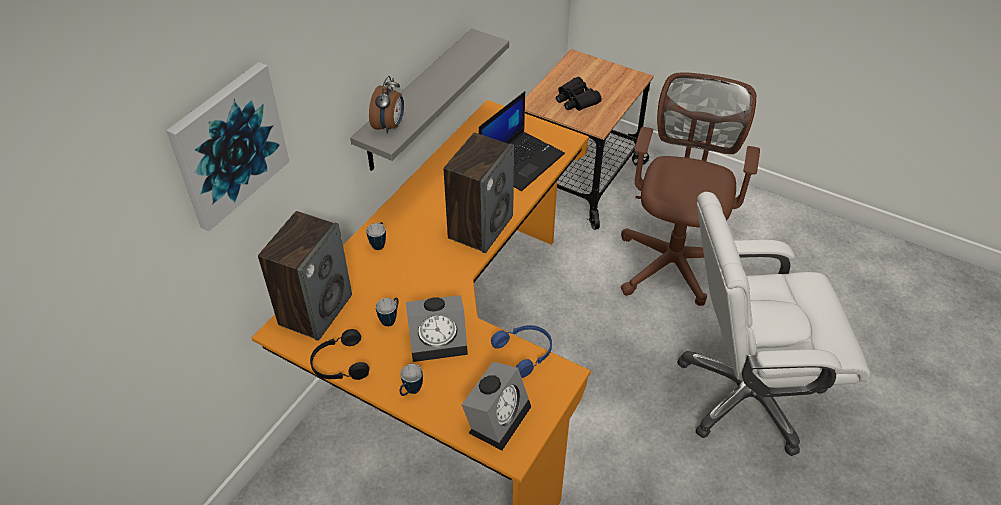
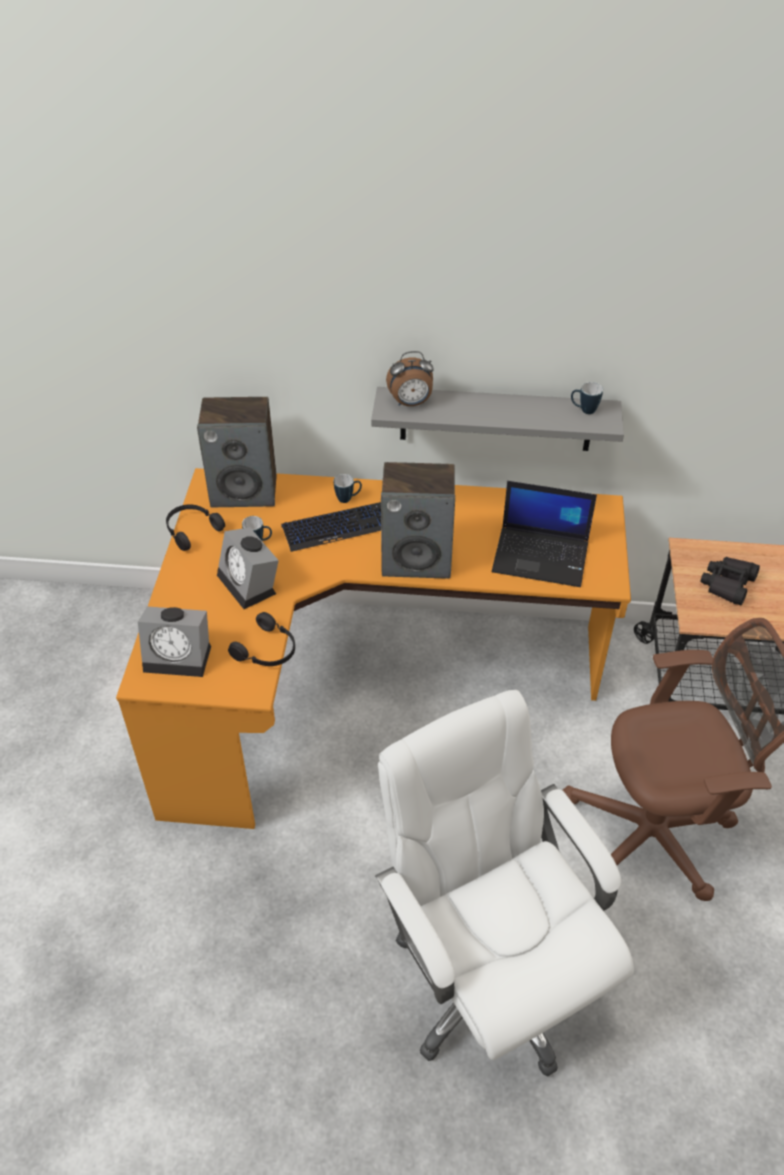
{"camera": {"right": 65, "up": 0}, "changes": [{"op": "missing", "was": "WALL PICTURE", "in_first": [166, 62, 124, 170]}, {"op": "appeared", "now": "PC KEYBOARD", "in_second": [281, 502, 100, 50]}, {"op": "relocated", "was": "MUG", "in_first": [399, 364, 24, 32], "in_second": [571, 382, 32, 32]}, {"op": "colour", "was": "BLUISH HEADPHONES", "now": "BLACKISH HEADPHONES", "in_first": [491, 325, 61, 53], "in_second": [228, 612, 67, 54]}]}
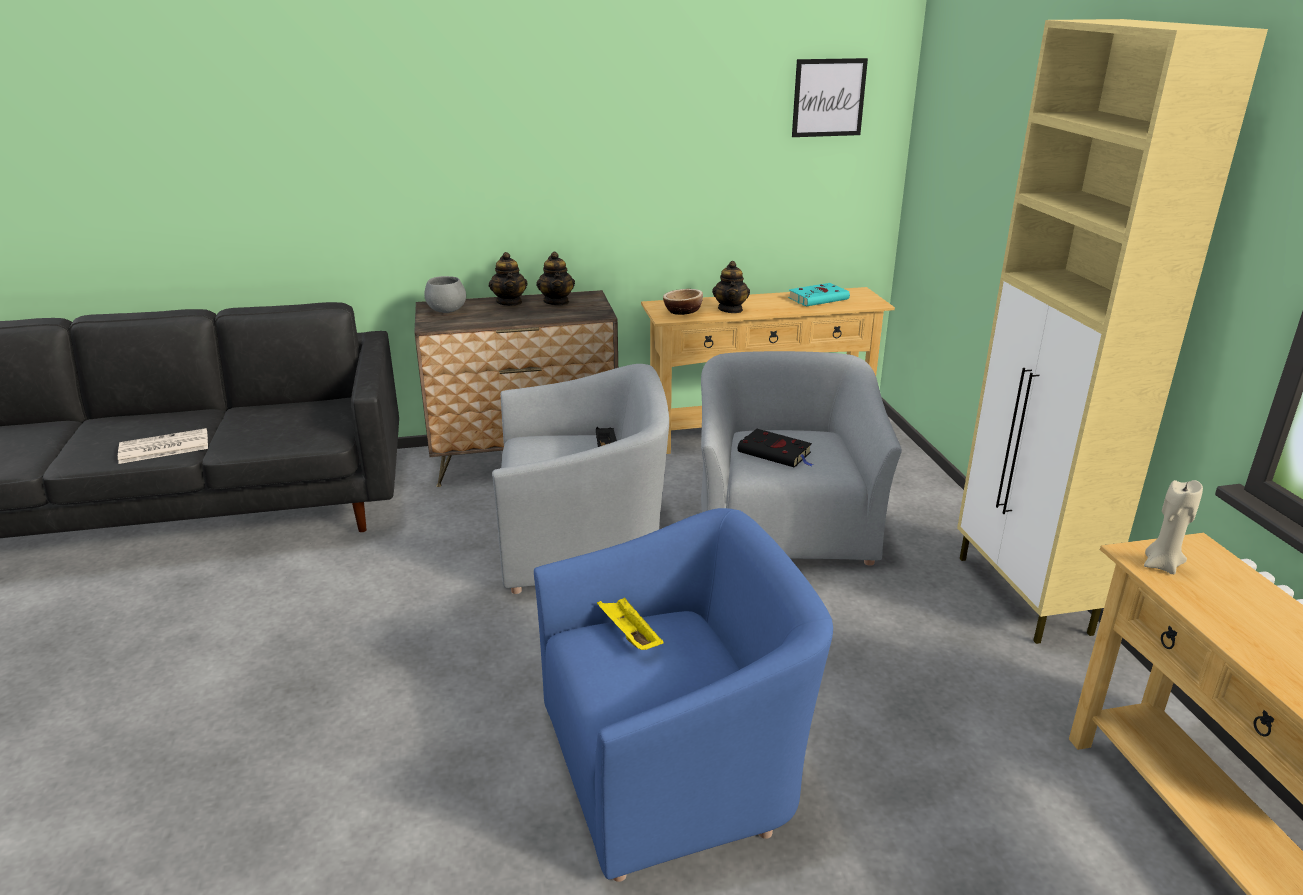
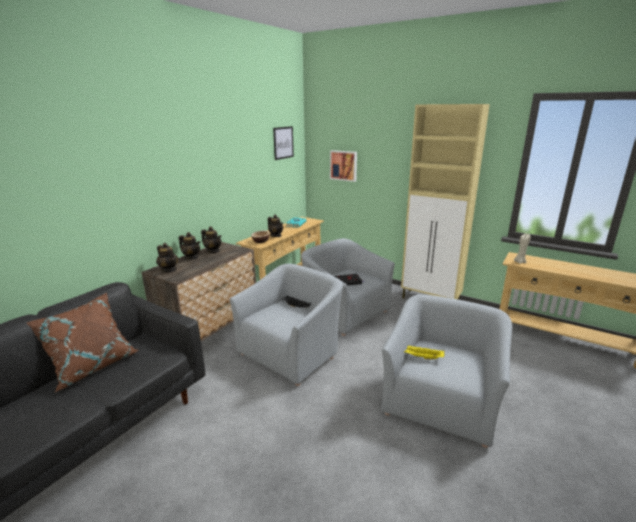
{"camera": {"right": -45, "up": -5}, "changes": [{"op": "missing", "was": "PRINTED PAPER", "in_first": [118, 428, 90, 36]}, {"op": "appeared", "now": "BROWN CUSHION", "in_second": [27, 293, 112, 99]}, {"op": "appeared", "now": "WALL PICTURE", "in_second": [330, 150, 27, 32]}, {"op": "exchanged", "was": "GREYISH BOWL", "now": "POT FOR TEA", "in_first": [424, 276, 42, 37], "in_second": [156, 243, 22, 29]}, {"op": "colour", "was": "BLUISH LOUNGE CHAIR", "now": "GREYISH LOUNGE CHAIR", "in_first": [534, 508, 299, 374], "in_second": [381, 294, 131, 154]}]}
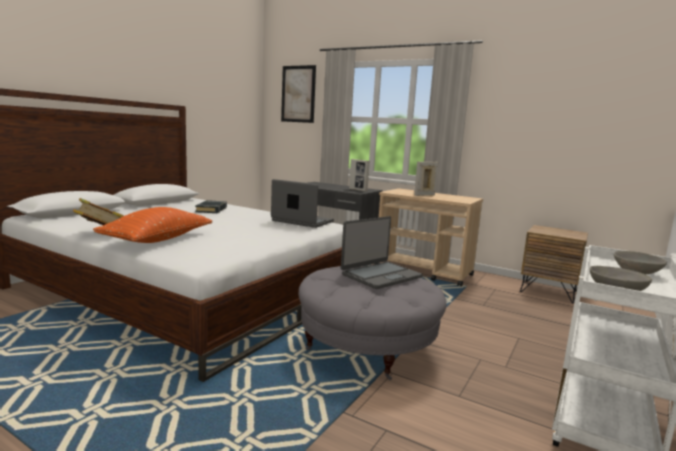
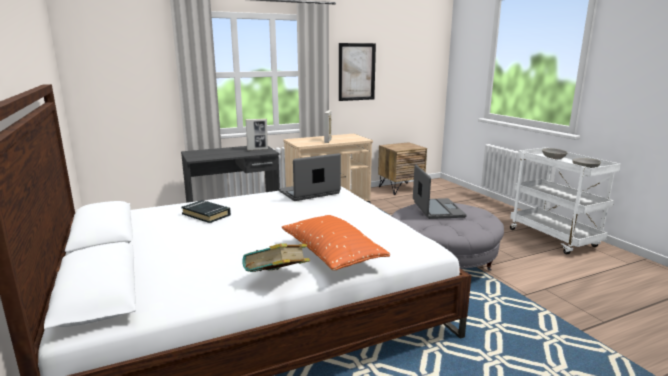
{"camera": {"right": -55, "up": 5}, "changes": [{"op": "relocated", "was": "WALL PICTURE", "in_first": [281, 65, 35, 58], "in_second": [339, 43, 37, 58]}]}
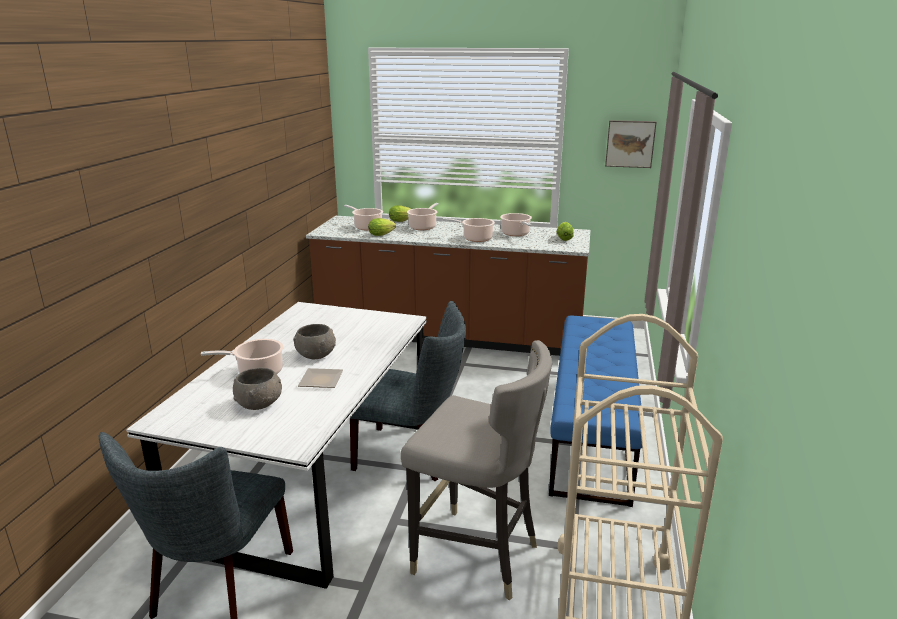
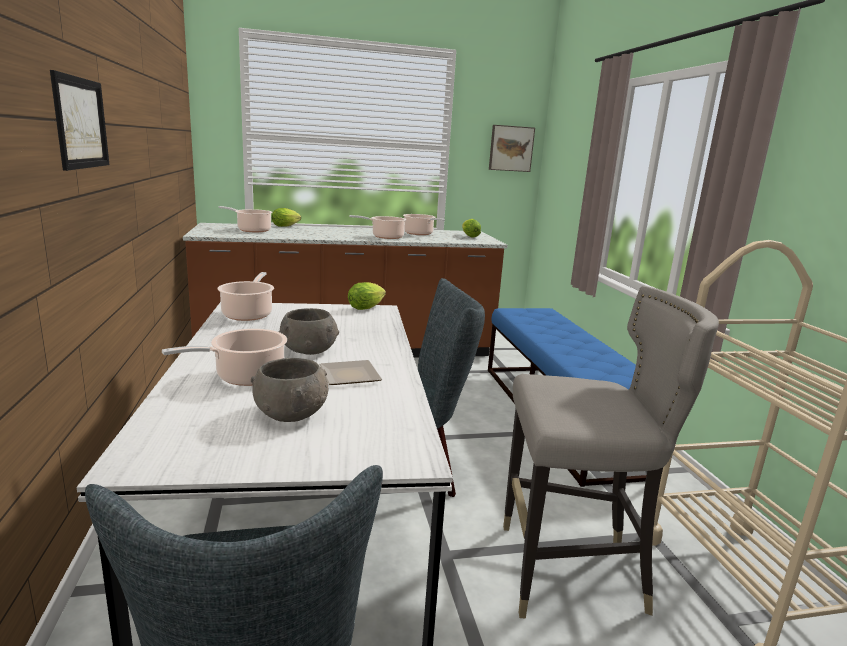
{"camera": {"right": -25, "up": -5}, "changes": [{"op": "appeared", "now": "WALL PICTURE", "in_second": [50, 70, 59, 101]}, {"op": "relocated", "was": "LETTUCE HEAD", "in_first": [368, 218, 28, 18], "in_second": [348, 282, 38, 28]}, {"op": "relocated", "was": "STOCKPOT", "in_first": [407, 203, 32, 27], "in_second": [217, 272, 57, 49]}]}
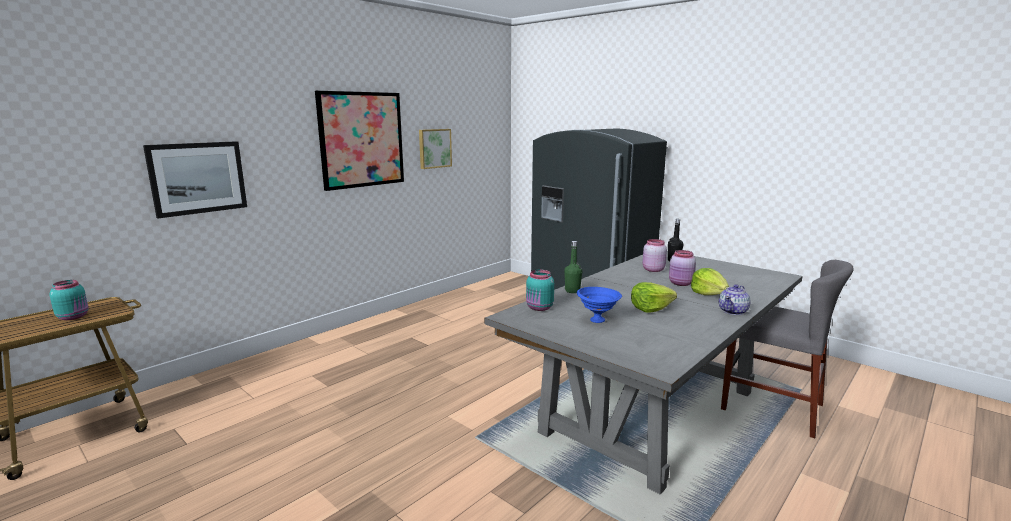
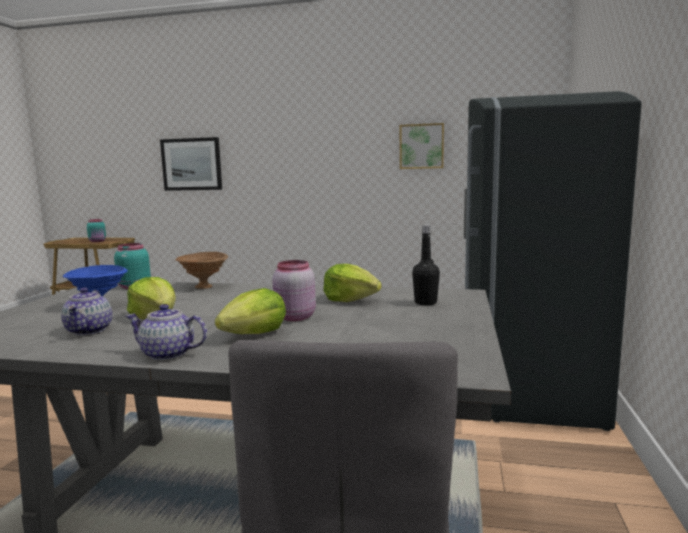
{"camera": {"right": 60, "up": -5}, "changes": [{"op": "missing", "was": "WALL PICTURE", "in_first": [315, 91, 89, 100]}, {"op": "appeared", "now": "POT FOR TEA", "in_second": [61, 288, 51, 47]}, {"op": "exchanged", "was": "GREEN DRINK BOTTLE", "now": "BROWN BOWL", "in_first": [564, 241, 18, 52], "in_second": [176, 252, 52, 37]}, {"op": "exchanged", "was": "PINKISH JAR", "now": "LETTUCE HEAD", "in_first": [643, 239, 24, 33], "in_second": [323, 264, 59, 38]}]}
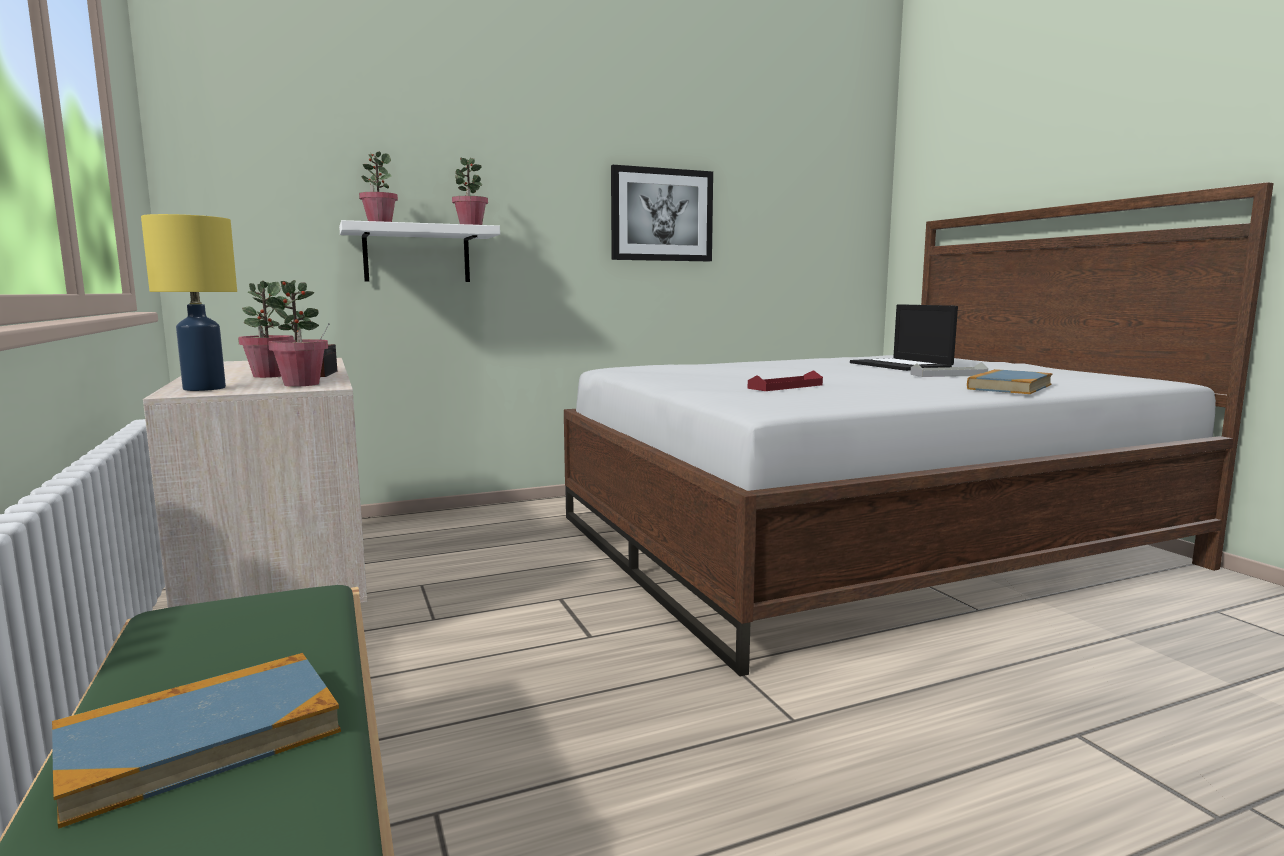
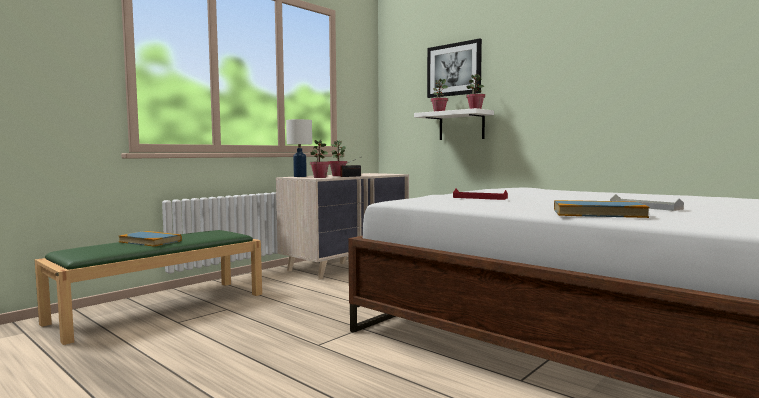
{"camera": {"right": 65, "up": -5}, "changes": [{"op": "missing", "was": "LAPTOP", "in_first": [850, 304, 108, 67]}, {"op": "relocated", "was": "WALL PICTURE", "in_first": [611, 165, 102, 96], "in_second": [427, 39, 55, 59]}, {"op": "colour", "was": "YELLOW TABLETOP LAMP", "now": "WHITE-COLOURED TABLETOP LAMP", "in_first": [141, 214, 96, 177], "in_second": [286, 119, 26, 58]}]}
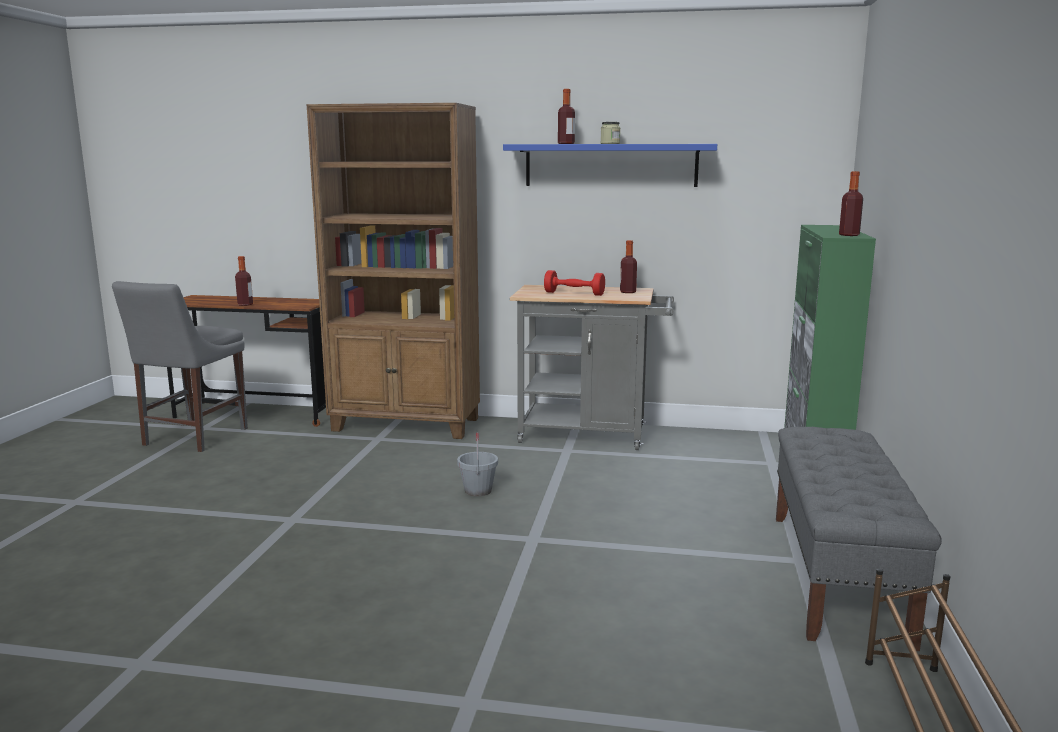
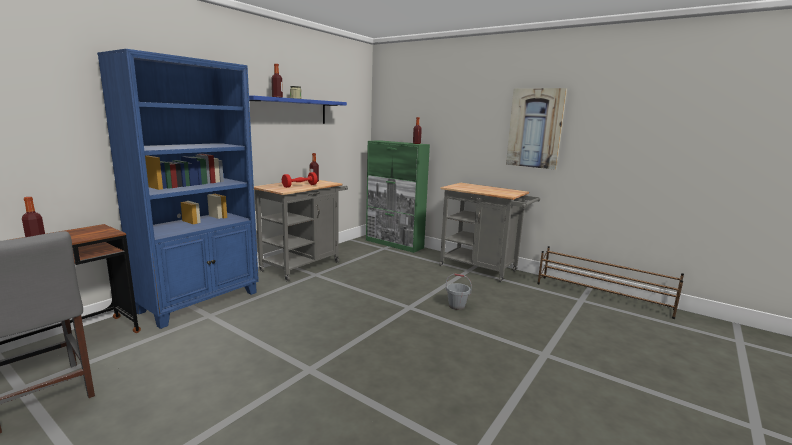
{"camera": {"right": -65, "up": 0}, "changes": [{"op": "appeared", "now": "WALL PICTURE", "in_second": [506, 88, 61, 82]}, {"op": "relocated", "was": "GREYISH BUCKET", "in_first": [457, 433, 41, 63], "in_second": [446, 274, 26, 36]}, {"op": "exchanged", "was": "GREYISH LONG SEAT", "now": "GREYISH WHEELED CART", "in_first": [776, 427, 166, 224], "in_second": [439, 183, 101, 99]}, {"op": "colour", "was": "BROWN SHELVING UNIT", "now": "BLUISH SHELVING UNIT", "in_first": [307, 103, 173, 336], "in_second": [97, 49, 162, 280]}]}
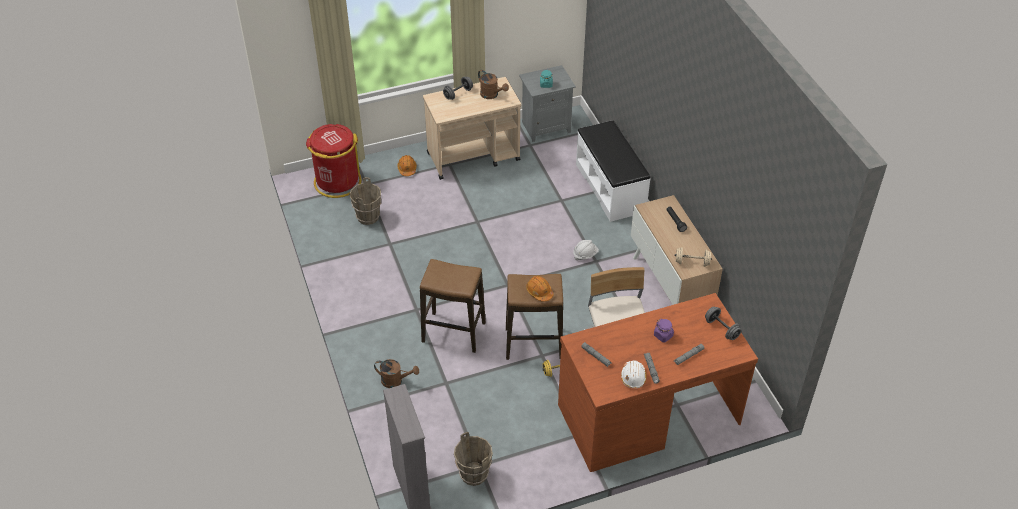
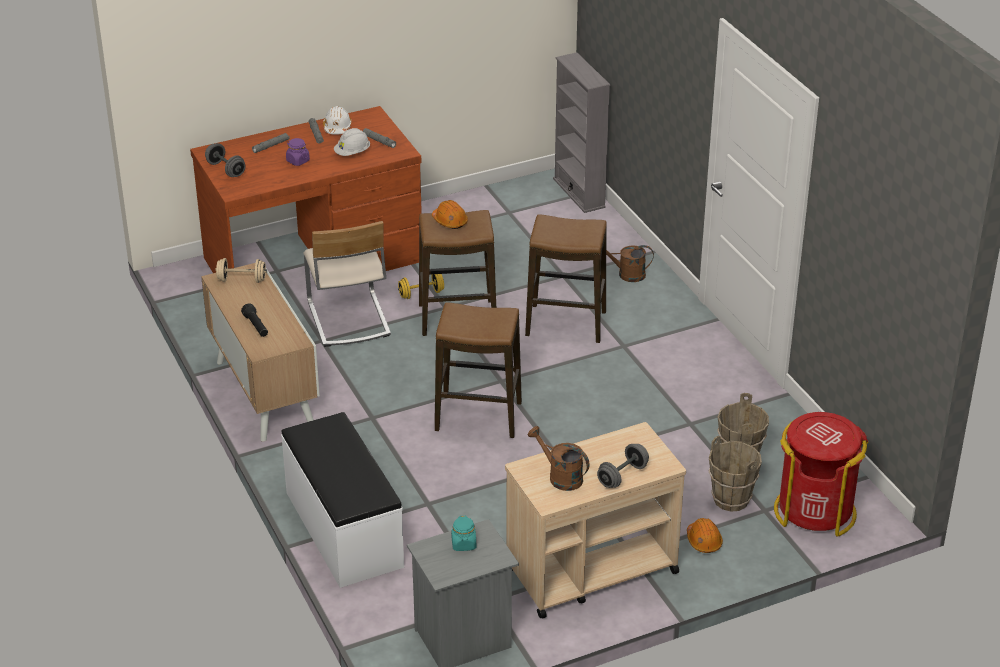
{"camera": {"right": 175, "up": -10}, "changes": [{"op": "appeared", "now": "STOOL SEAT", "in_second": [435, 302, 87, 136]}, {"op": "relocated", "was": "BROWN BUCKET", "in_first": [454, 432, 39, 54], "in_second": [708, 436, 54, 75]}, {"op": "relocated", "was": "WHITE-COLOURED WORK HELMET", "in_first": [573, 240, 26, 21], "in_second": [334, 128, 36, 28]}]}
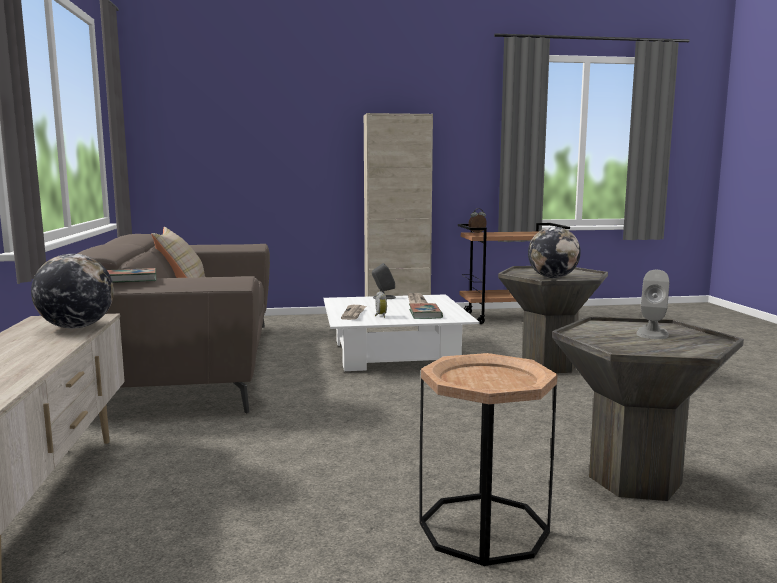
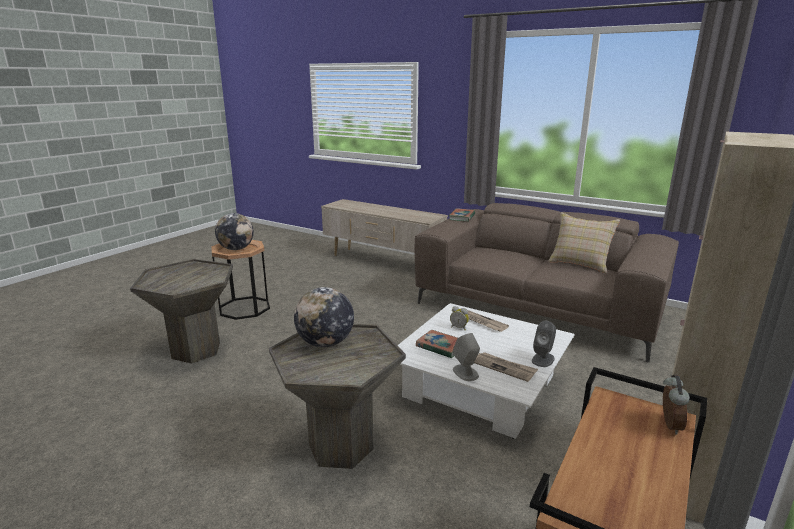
{"camera": {"right": 130, "up": 10}, "changes": [{"op": "relocated", "was": "DESK GLOBE", "in_first": [31, 254, 83, 75], "in_second": [215, 213, 39, 37]}, {"op": "relocated", "was": "GREYISH SPEAKER", "in_first": [636, 270, 34, 69], "in_second": [453, 333, 27, 48]}]}
